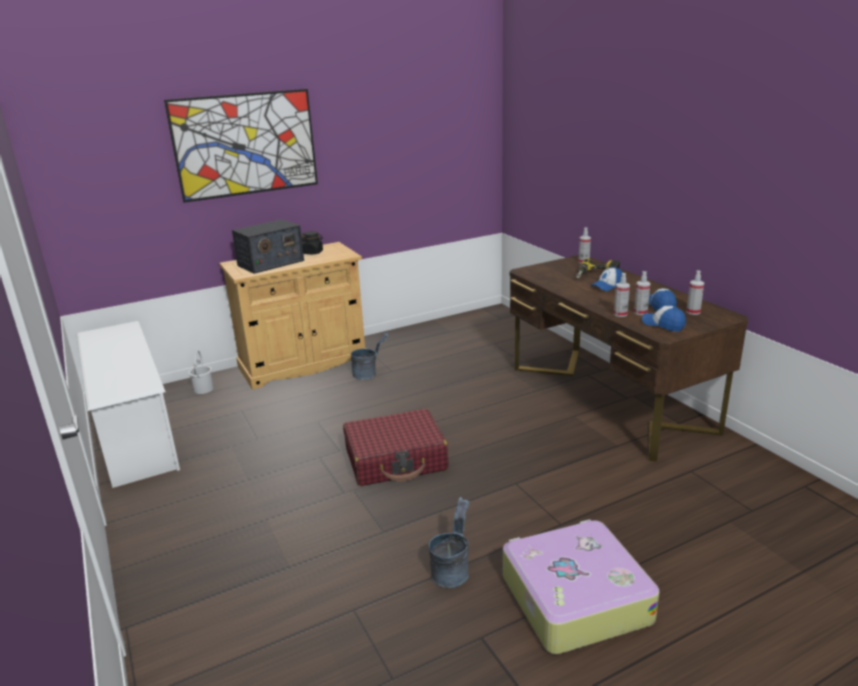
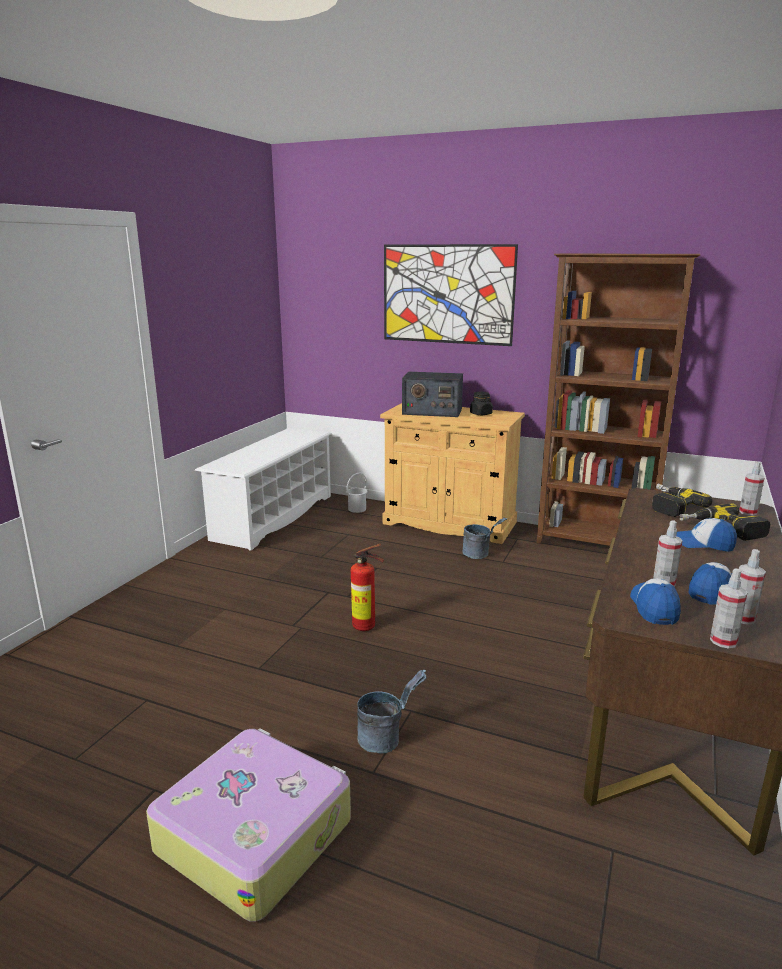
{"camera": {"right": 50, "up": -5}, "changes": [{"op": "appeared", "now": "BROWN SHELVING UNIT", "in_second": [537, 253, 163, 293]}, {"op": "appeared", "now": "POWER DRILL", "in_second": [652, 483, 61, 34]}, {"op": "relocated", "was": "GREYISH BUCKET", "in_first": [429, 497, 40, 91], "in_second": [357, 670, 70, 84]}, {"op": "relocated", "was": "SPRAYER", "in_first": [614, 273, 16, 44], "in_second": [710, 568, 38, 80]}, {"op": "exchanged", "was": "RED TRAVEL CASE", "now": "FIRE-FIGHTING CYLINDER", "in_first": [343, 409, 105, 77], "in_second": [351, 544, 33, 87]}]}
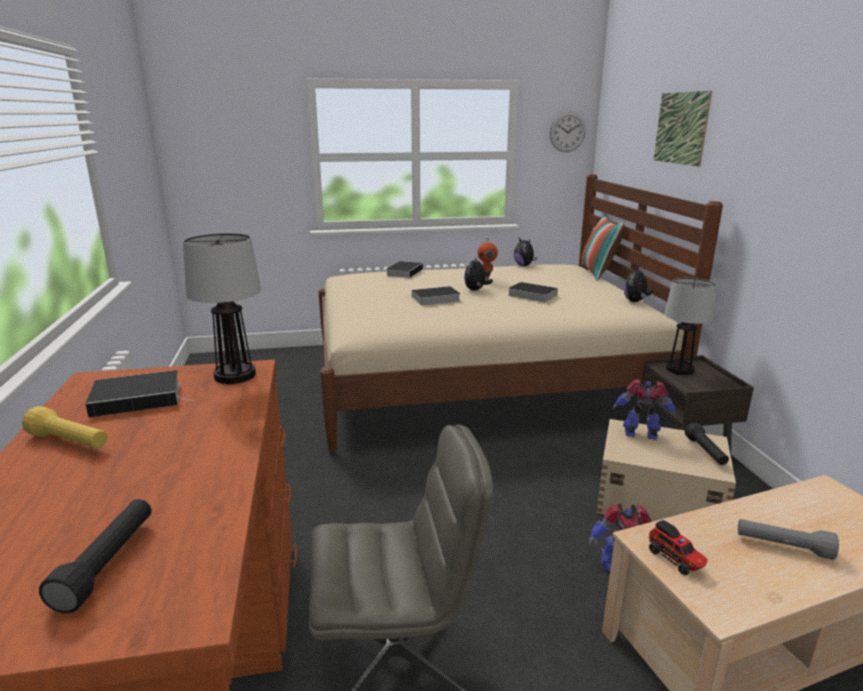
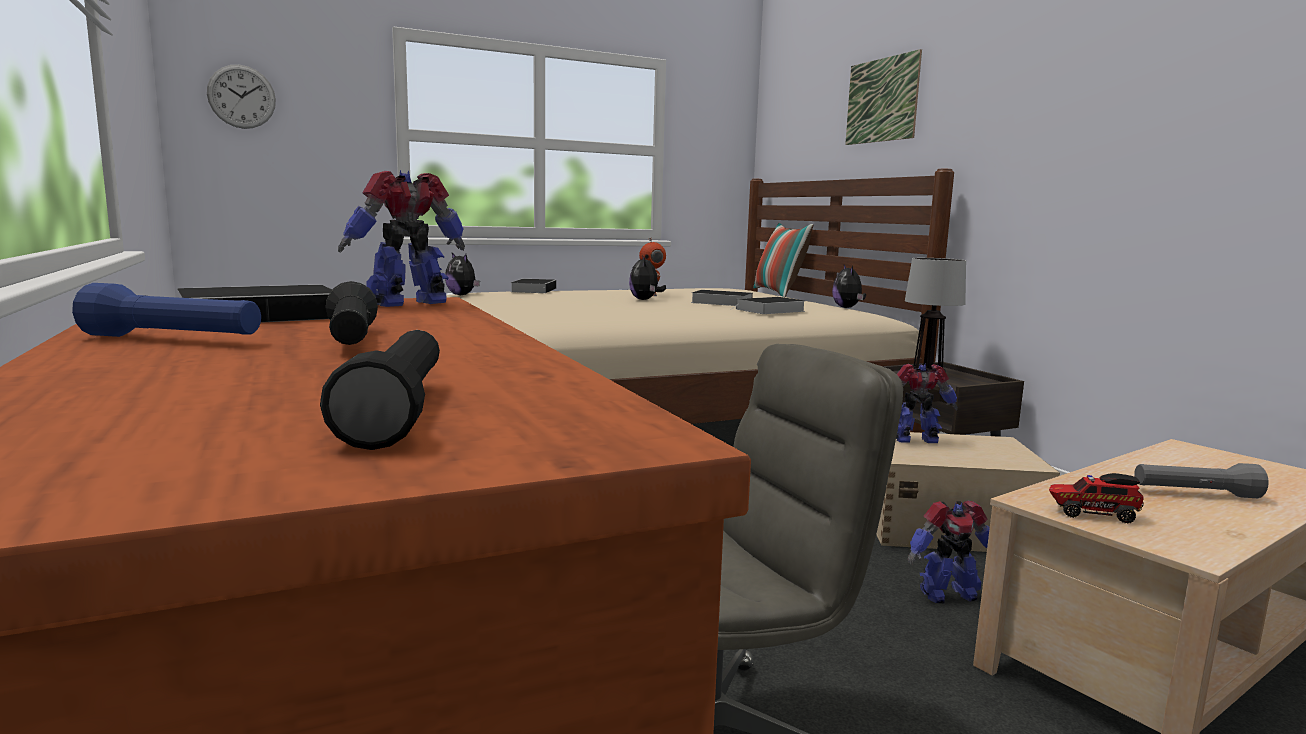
{"camera": {"right": -15, "up": -10}, "changes": [{"op": "relocated", "was": "BOOK", "in_first": [406, 286, 54, 19], "in_second": [732, 297, 73, 17]}, {"op": "relocated", "was": "CUDDLY TOY", "in_first": [514, 238, 23, 28], "in_second": [445, 253, 35, 42]}, {"op": "relocated", "was": "WALL CLOCK", "in_first": [550, 112, 36, 40], "in_second": [207, 65, 69, 64]}, {"op": "relocated", "was": "BLACKISH FLASHLIGHT", "in_first": [685, 422, 44, 43], "in_second": [325, 281, 53, 64]}, {"op": "exchanged", "was": "TABLETOP LAMP", "now": "ROBOT FIGURE", "in_first": [183, 233, 78, 151], "in_second": [338, 170, 127, 137]}, {"op": "colour", "was": "YELLOW FLASHLIGHT", "now": "BLUISH FLASHLIGHT", "in_first": [22, 406, 86, 43], "in_second": [72, 283, 189, 54]}, {"op": "spun", "was": "TOY TRUCK", "in_first": [649, 520, 59, 55], "in_second": [1049, 473, 95, 51], "clockwise": 150}]}
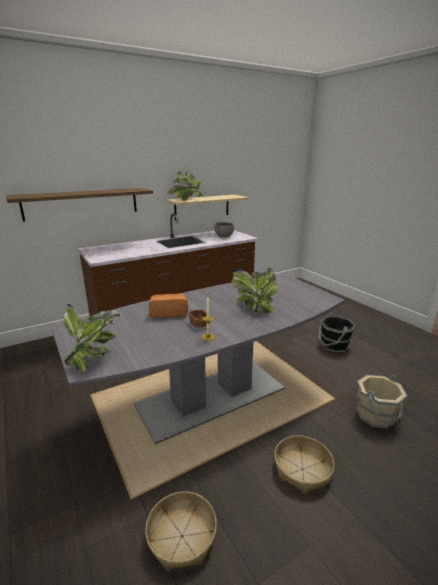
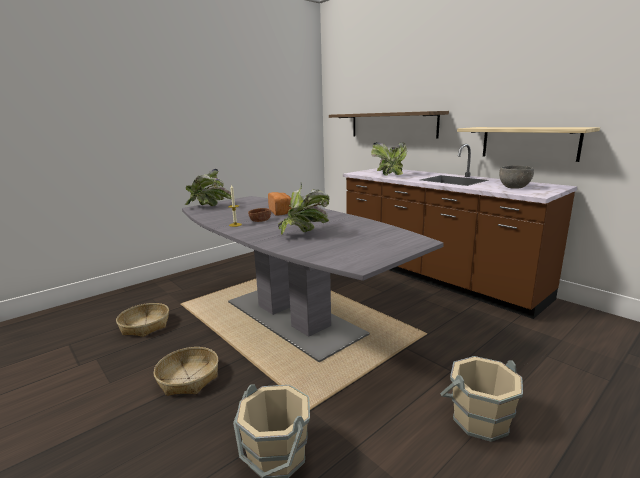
{"camera": {"right": 80, "up": -5}, "changes": [{"op": "relocated", "was": "HOUSEPLANT", "in_first": [168, 172, 36, 28], "in_second": [371, 142, 36, 34]}, {"op": "colour", "was": "BLACKISH BUCKET", "now": "BEIGE BUCKET", "in_first": [318, 313, 38, 40], "in_second": [440, 356, 83, 86]}]}
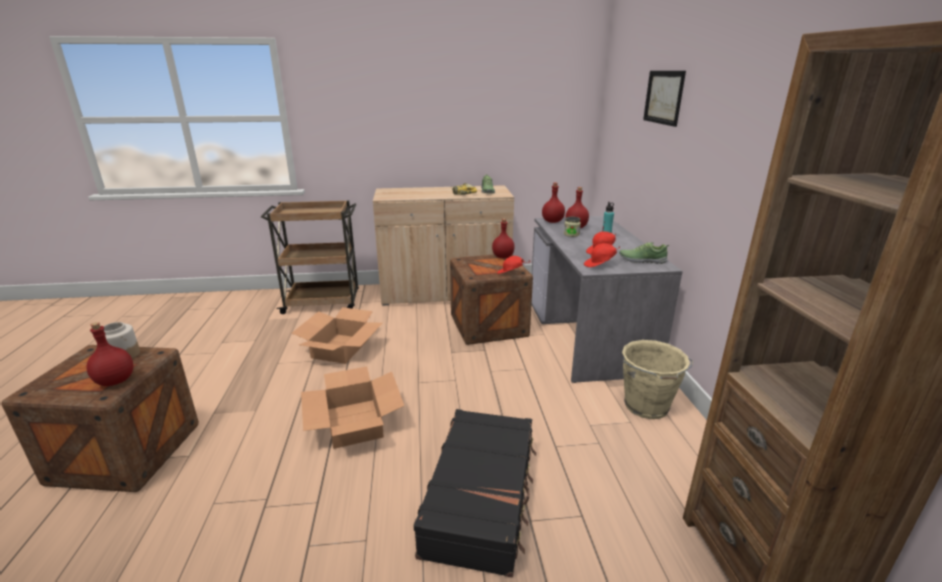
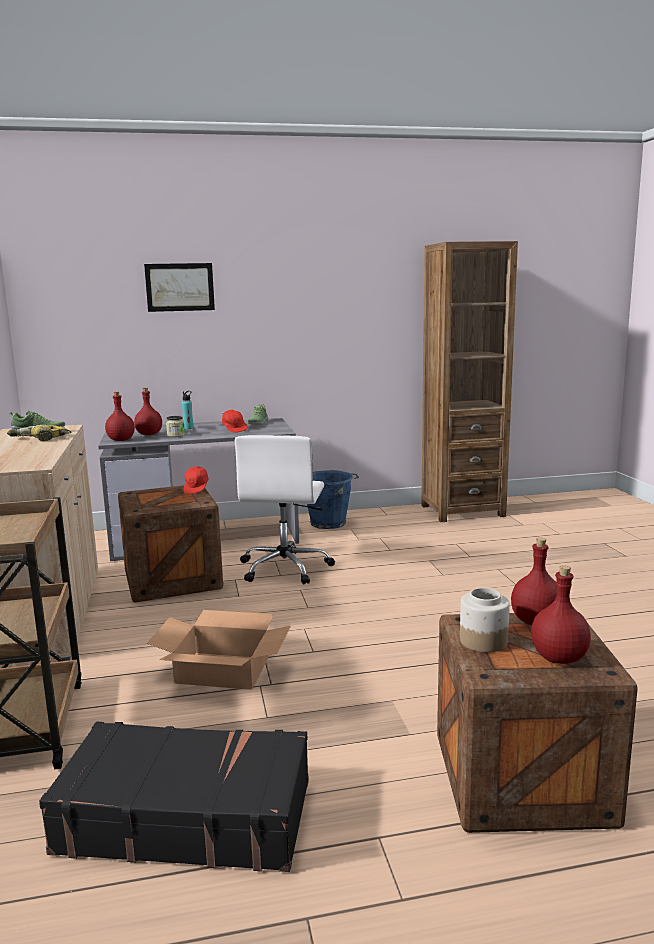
{"camera": {"right": -95, "up": -10}, "changes": [{"op": "missing", "was": "PACKING BOX", "in_first": [301, 367, 103, 82]}, {"op": "missing", "was": "RED BASEBALL CAP", "in_first": [584, 243, 36, 24]}, {"op": "appeared", "now": "WHITE-COLOURED OFFICE CHAIR", "in_second": [235, 435, 100, 149]}, {"op": "relocated", "was": "BLACKISH TRAVEL CASE", "in_first": [414, 409, 122, 168], "in_second": [39, 722, 270, 150]}, {"op": "relocated", "was": "RED DRINK BOTTLE", "in_first": [492, 219, 23, 39], "in_second": [531, 565, 60, 99]}, {"op": "colour", "was": "BEIGE BUCKET", "now": "BLUISH BUCKET", "in_first": [622, 340, 71, 79], "in_second": [307, 470, 52, 59]}]}
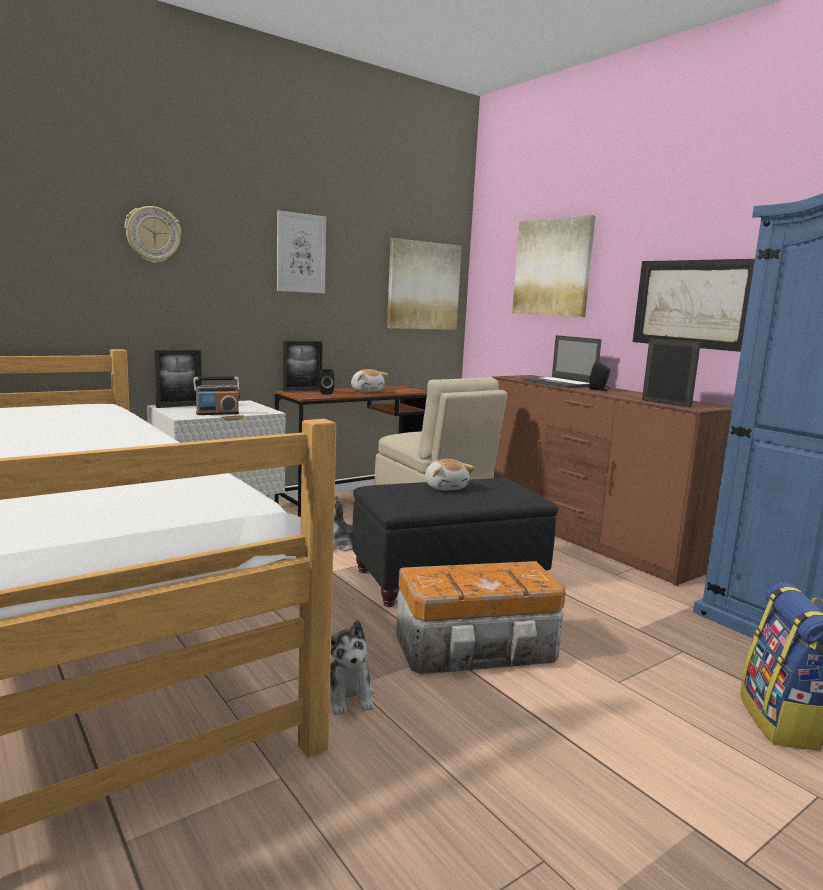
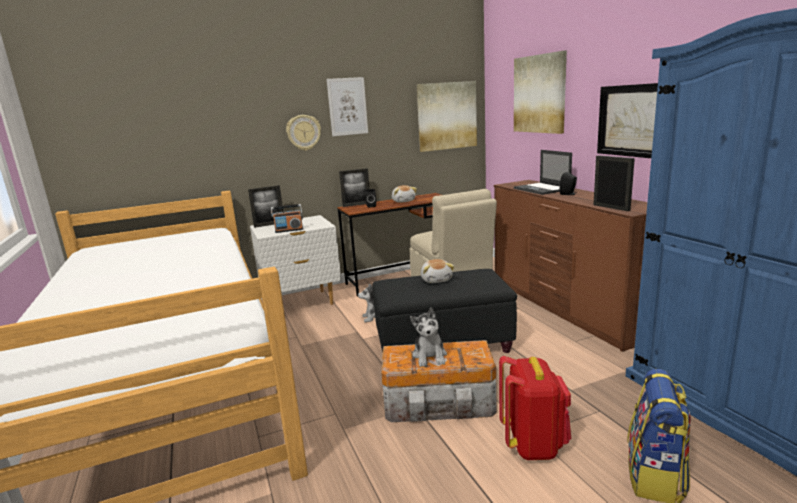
{"camera": {"right": 15, "up": 5}, "changes": [{"op": "appeared", "now": "RED BACKPACK", "in_second": [499, 356, 72, 104]}, {"op": "relocated", "was": "WALL CLOCK", "in_first": [125, 206, 56, 57], "in_second": [286, 115, 35, 36]}, {"op": "relocated", "was": "CUDDLY TOY", "in_first": [330, 620, 45, 95], "in_second": [410, 308, 37, 59]}]}
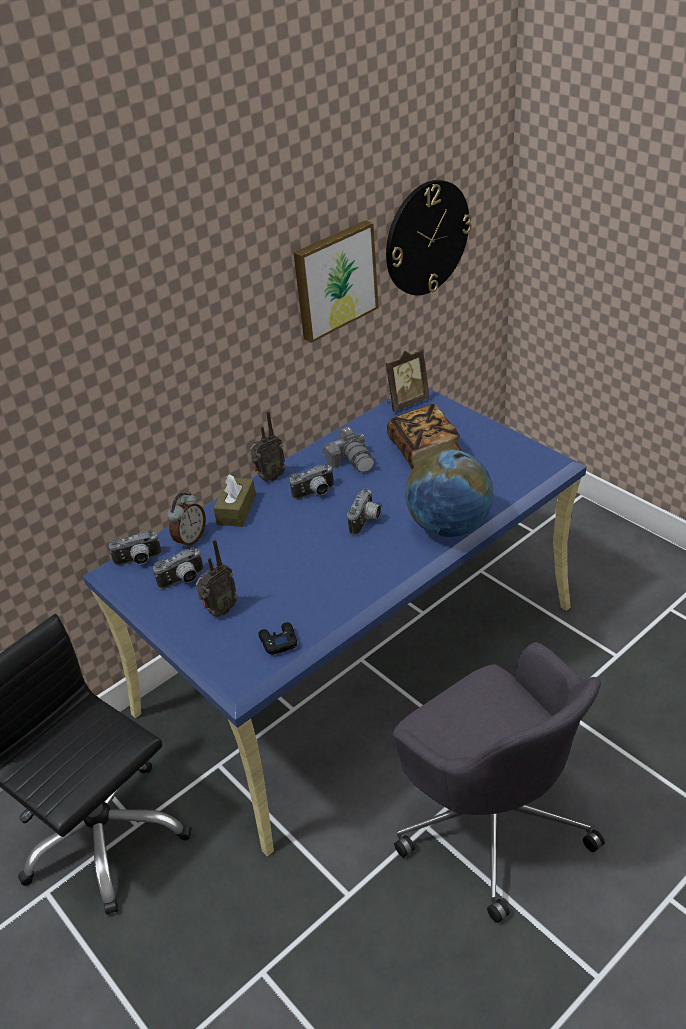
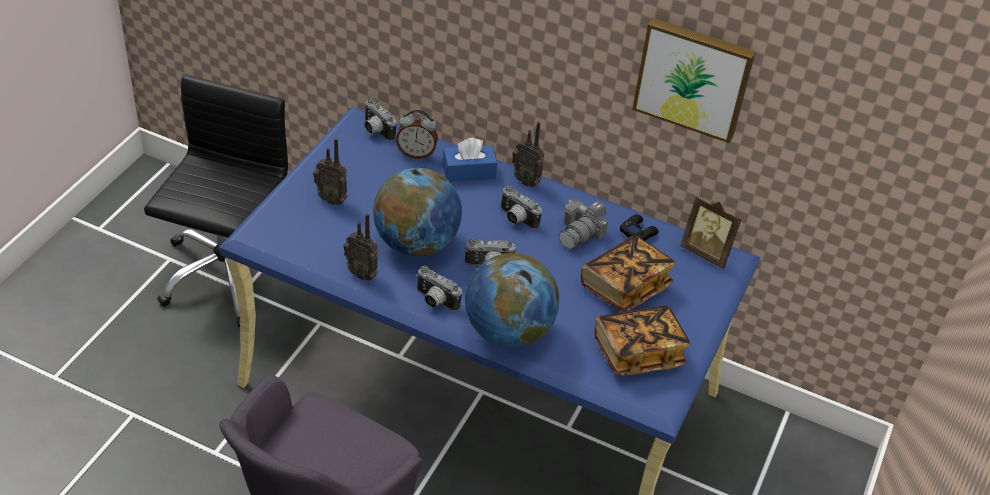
{"camera": {"right": 60, "up": 5}, "changes": [{"op": "missing", "was": "WALL CLOCK", "in_first": [386, 180, 86, 115]}, {"op": "appeared", "now": "RADIO RECEIVER", "in_second": [344, 213, 34, 68]}, {"op": "appeared", "now": "DESK GLOBE", "in_second": [373, 168, 89, 88]}, {"op": "appeared", "now": "BOOK", "in_second": [595, 305, 96, 71]}, {"op": "relocated", "was": "PHOTO CAMERA", "in_first": [153, 548, 51, 41], "in_second": [416, 266, 46, 45]}, {"op": "relocated", "was": "BLACKISH GAMEPAD", "in_first": [258, 622, 39, 33], "in_second": [620, 214, 39, 27]}, {"op": "colour", "was": "BROWN BOX OF TISSUES", "now": "BLUISH BOX OF TISSUES", "in_first": [213, 474, 43, 53], "in_second": [443, 137, 54, 45]}]}
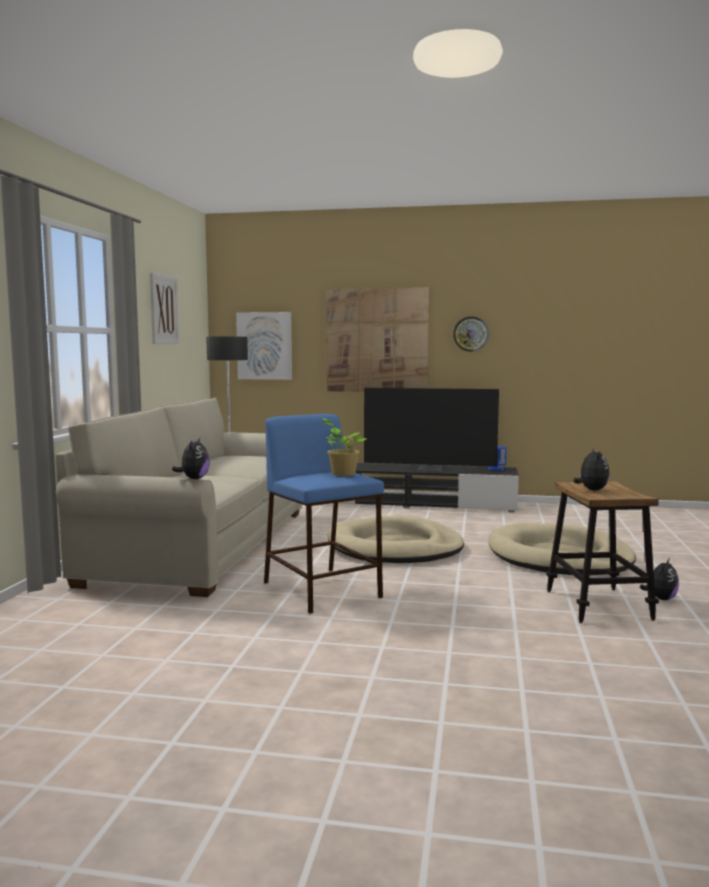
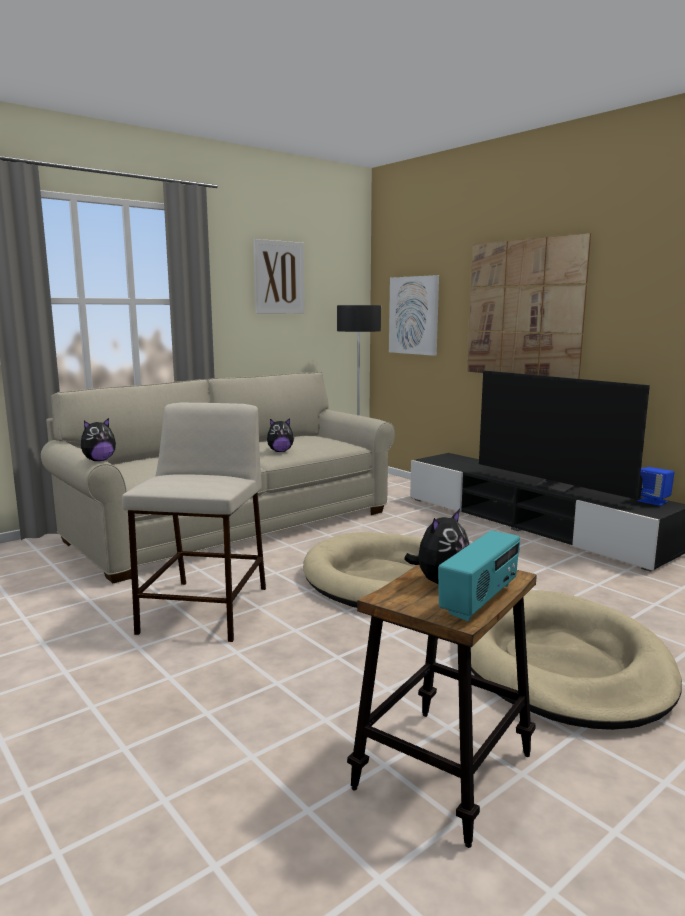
{"camera": {"right": 40, "up": 5}, "changes": [{"op": "missing", "was": "HOUSEPLANT", "in_first": [323, 418, 43, 58]}, {"op": "missing", "was": "WALL CLOCK", "in_first": [453, 316, 36, 36]}, {"op": "appeared", "now": "RADIO RECEIVER", "in_second": [438, 531, 82, 90]}, {"op": "relocated", "was": "CUDDLY TOY", "in_first": [640, 558, 39, 42], "in_second": [267, 418, 27, 34]}, {"op": "colour", "was": "BLUISH STOOL SEAT", "now": "BEIGE STOOL SEAT", "in_first": [264, 414, 120, 200], "in_second": [122, 402, 144, 240]}]}
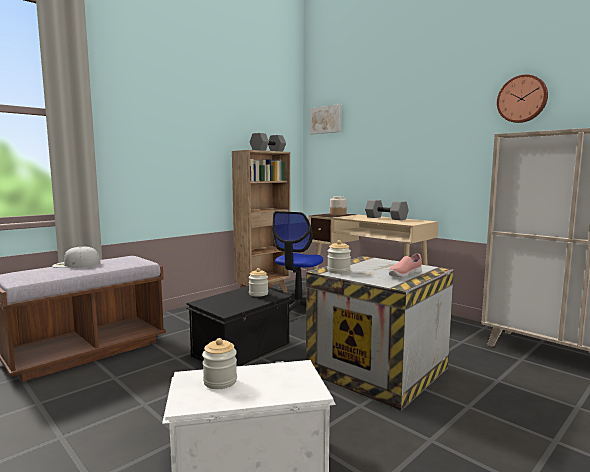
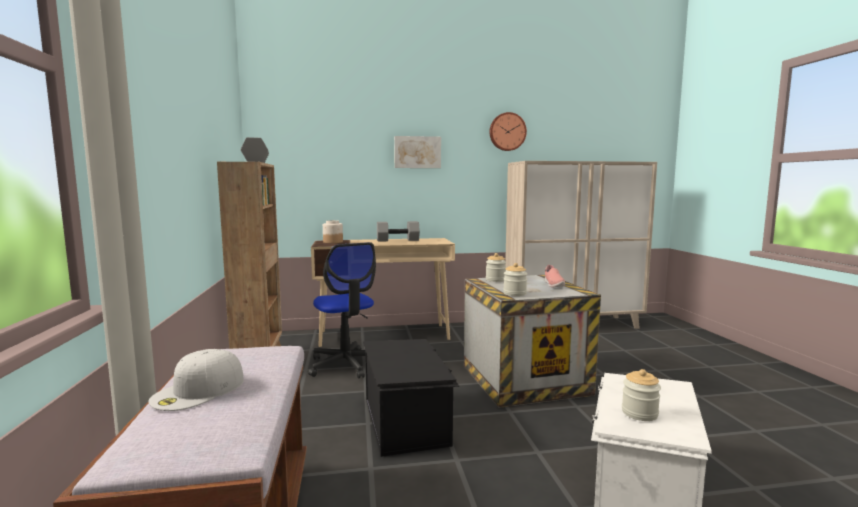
{"camera": {"right": -55, "up": 0}, "changes": [{"op": "relocated", "was": "JAR", "in_first": [249, 268, 19, 29], "in_second": [486, 253, 20, 29]}, {"op": "relocated", "was": "WALL PICTURE", "in_first": [310, 104, 32, 30], "in_second": [394, 136, 47, 32]}]}
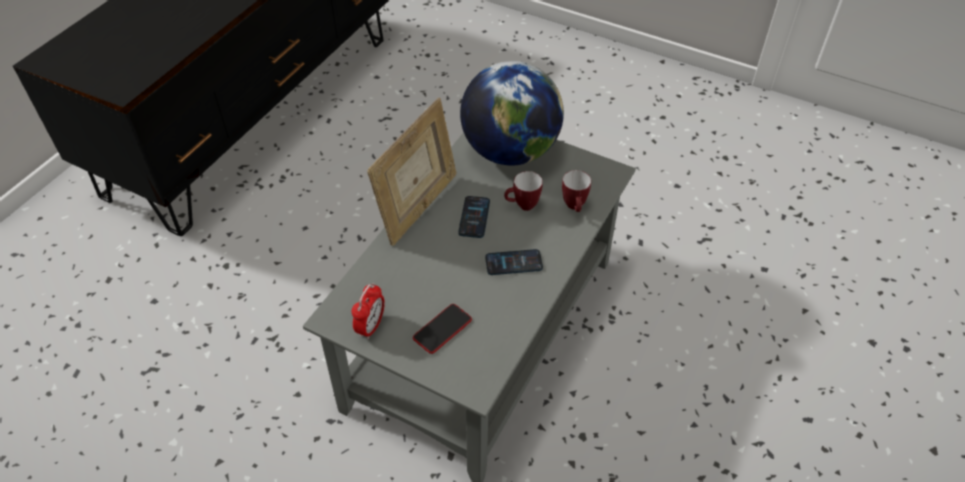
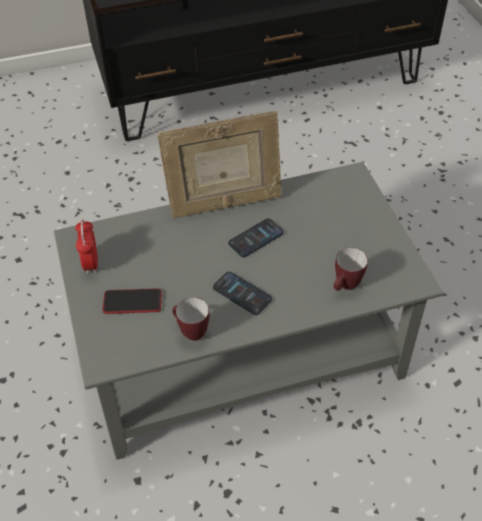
{"camera": {"right": 45, "up": 0}, "changes": [{"op": "missing", "was": "DESK GLOBE", "in_first": [460, 61, 104, 105]}, {"op": "relocated", "was": "MUG", "in_first": [504, 171, 39, 40], "in_second": [172, 297, 37, 44]}, {"op": "spun", "was": "ALARM CLOCK", "in_first": [352, 283, 33, 56], "in_second": [75, 219, 23, 55], "clockwise": 105}]}
